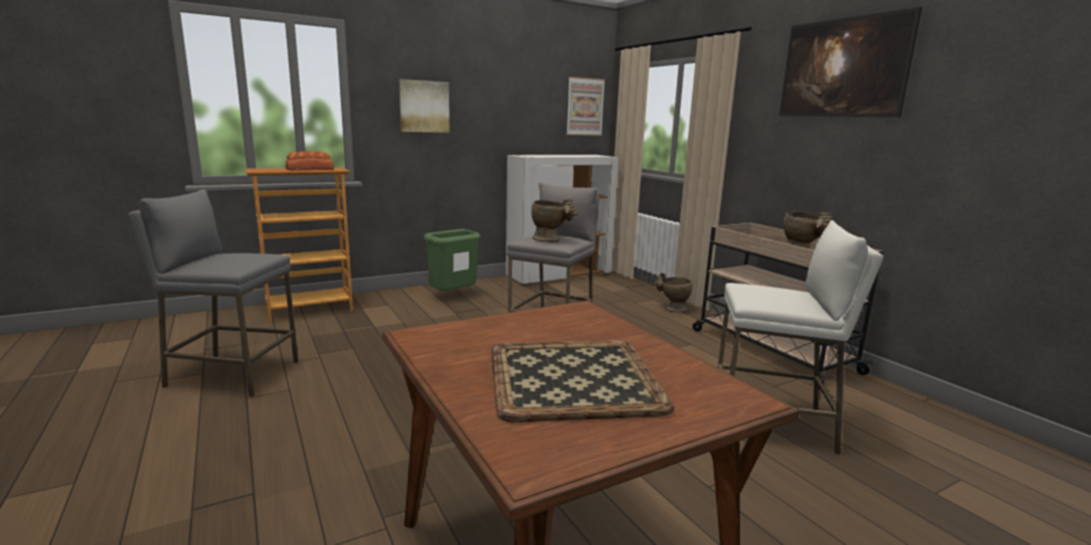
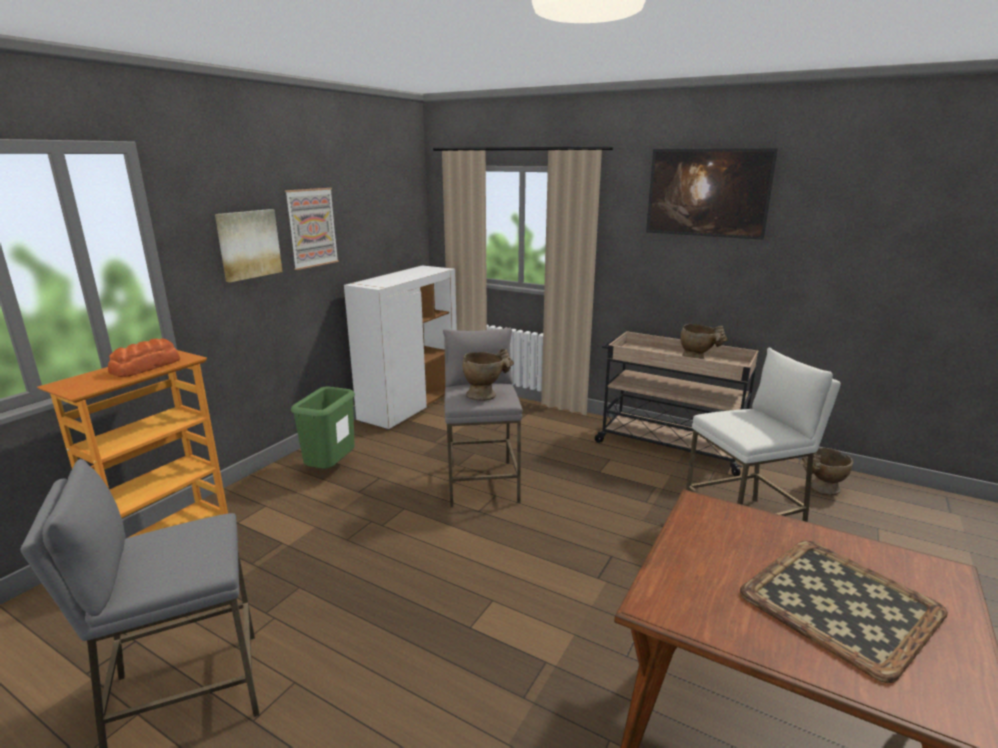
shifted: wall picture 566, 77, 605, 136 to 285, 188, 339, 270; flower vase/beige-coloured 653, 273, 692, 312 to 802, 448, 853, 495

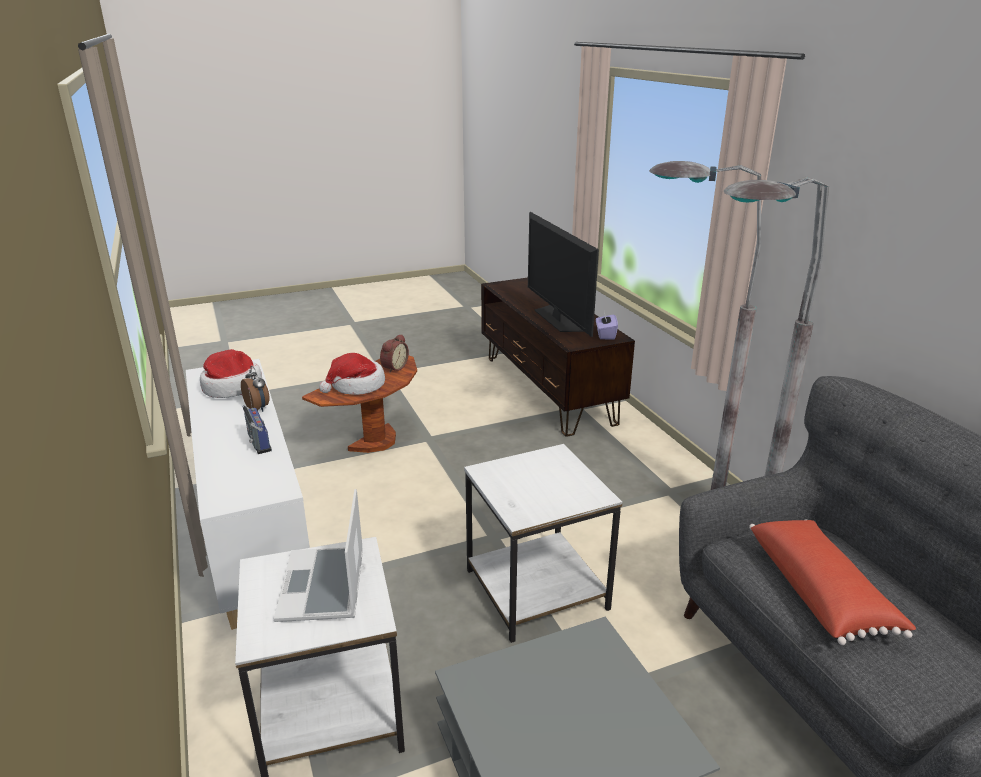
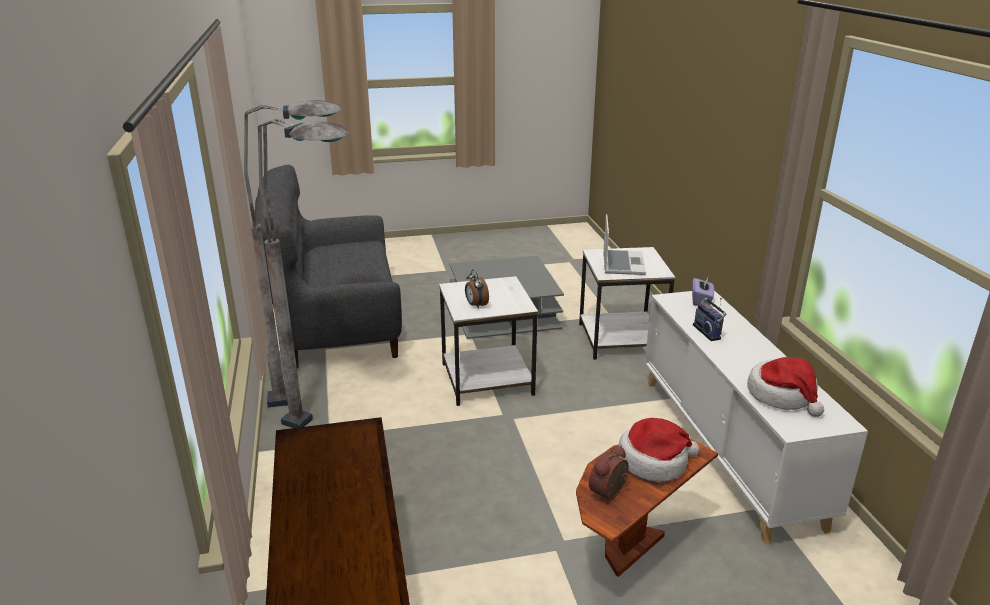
gone: TV 528, 212, 599, 337; throw pillow/red-coloured 749, 520, 916, 645
shifted: bedside clock 241, 366, 270, 412 to 465, 269, 489, 309; box of tissues/purplish 596, 312, 618, 340 to 692, 277, 714, 306

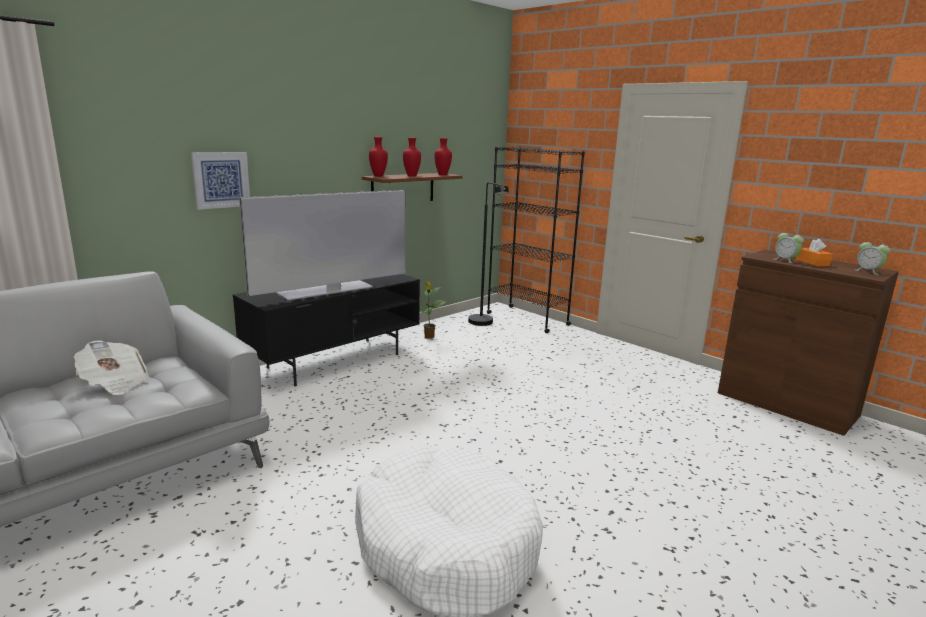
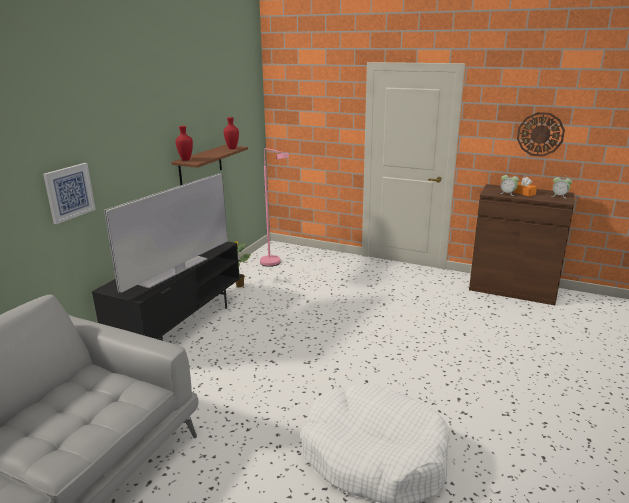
gone: newspaper 74, 340, 149, 395; flower vase/red-coloured 403, 138, 421, 177; shelving unit/black 487, 147, 585, 333
new: hanging clock 517, 112, 565, 156
repainted: standing lamp/black 468, 182, 509, 326 to standing lamp/pink-coloured 260, 148, 289, 267

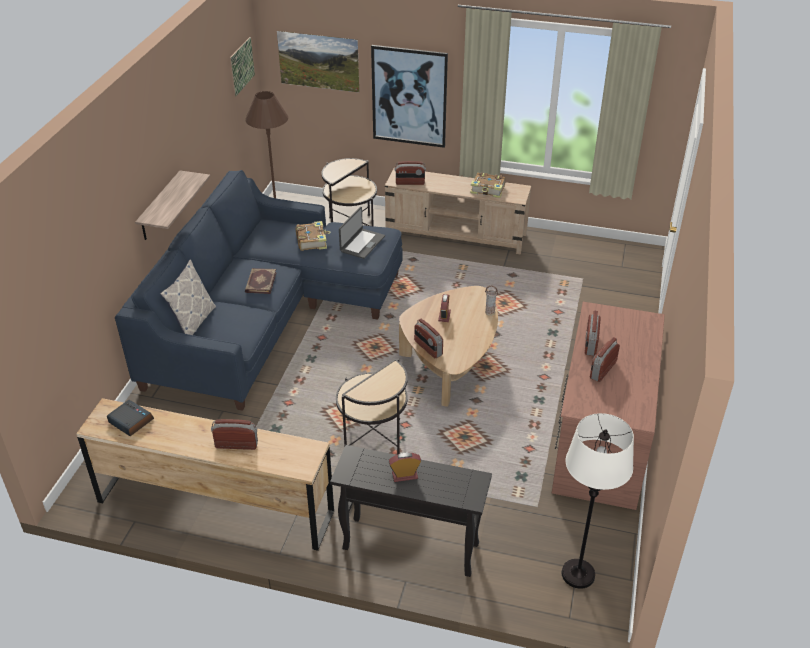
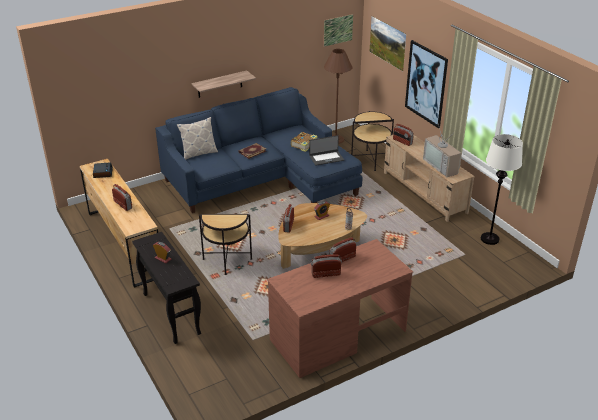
shifted: standing lamp/white-coloured 562, 413, 634, 589 to 481, 134, 523, 245
swapped: volume 470, 172, 506, 198 to TV 423, 124, 462, 177

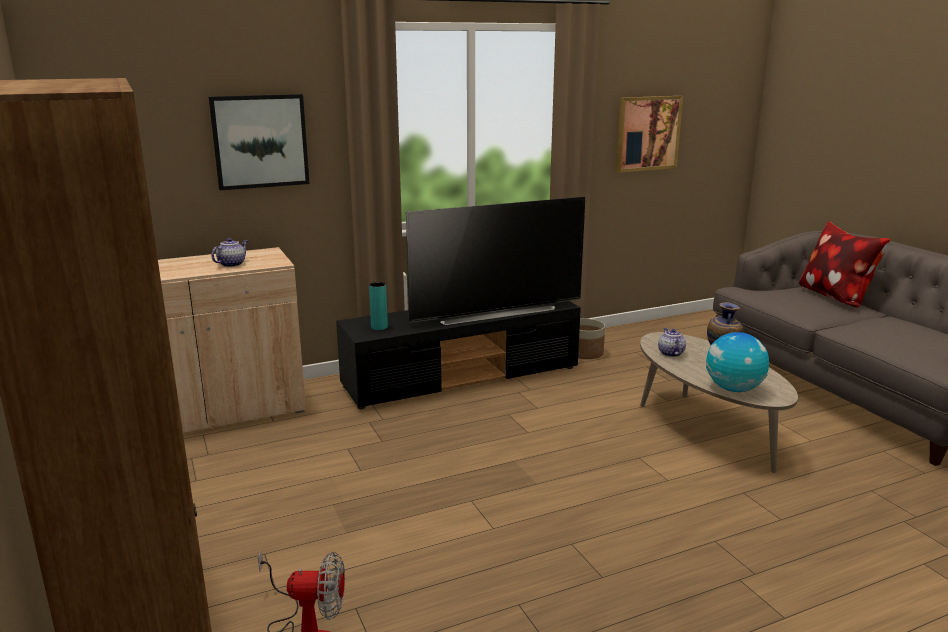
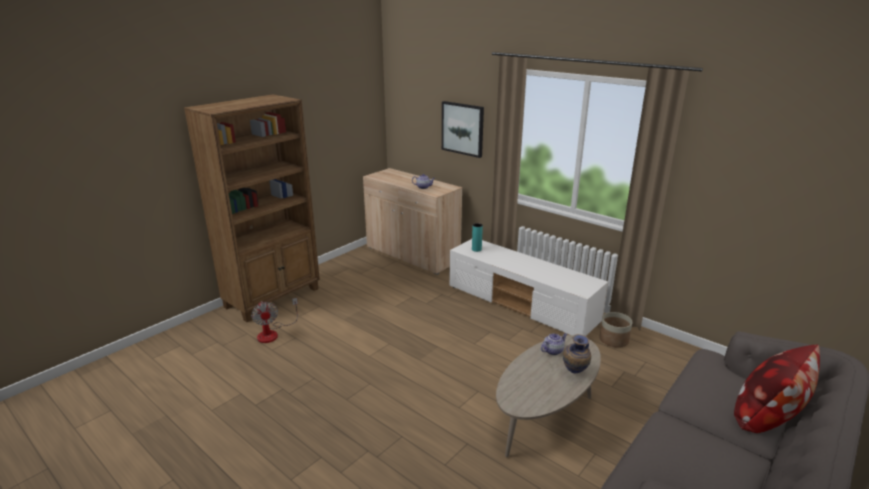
gone: TV 406, 197, 585, 325; wall picture 616, 96, 683, 173; desk globe 706, 332, 769, 392
repainted: tv stand/black 336, 301, 581, 409 to tv stand/white-coloured 449, 239, 608, 336

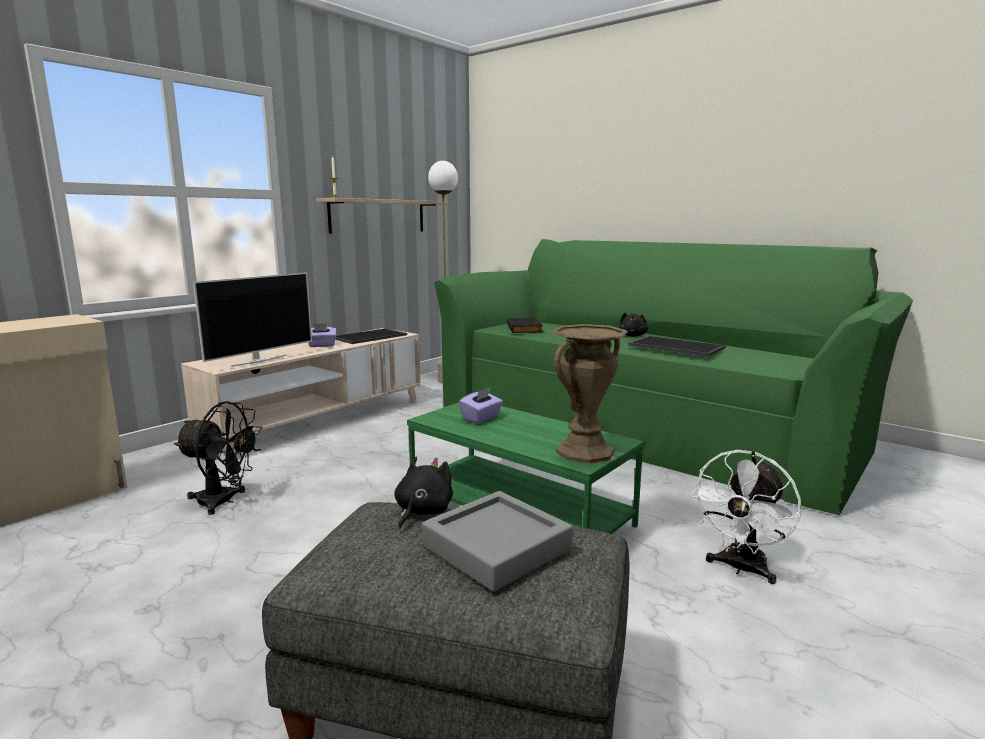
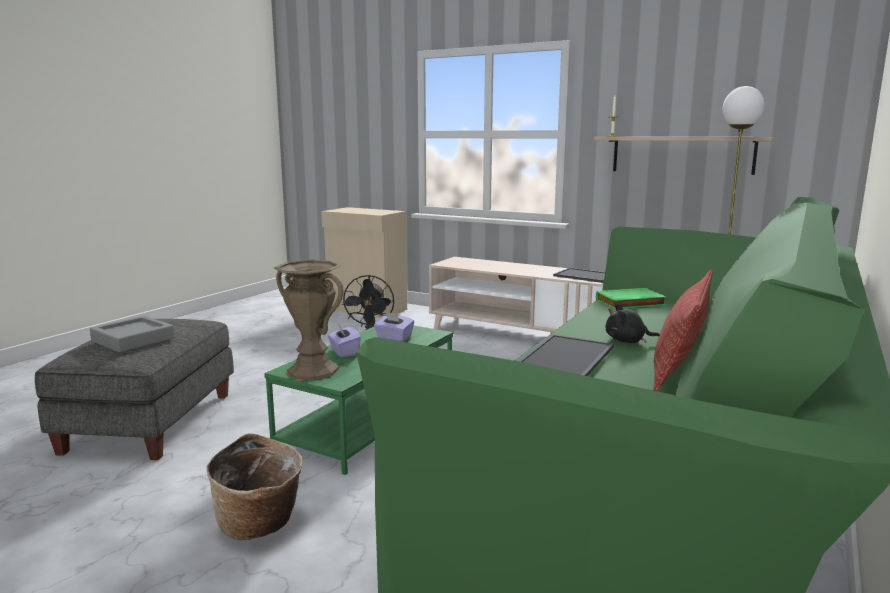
gone: TV 193, 272, 312, 367; soft toy/black 394, 457, 453, 529
new: throw pillow 653, 270, 713, 392
shifted: box of tissues/purplish 308, 323, 336, 347 to 328, 324, 361, 357
swapped: fan/white-coloured 690, 450, 801, 584 to storage basket 206, 434, 303, 540
repainted: volume/black 507, 318, 543, 333 to volume/green 596, 288, 666, 309

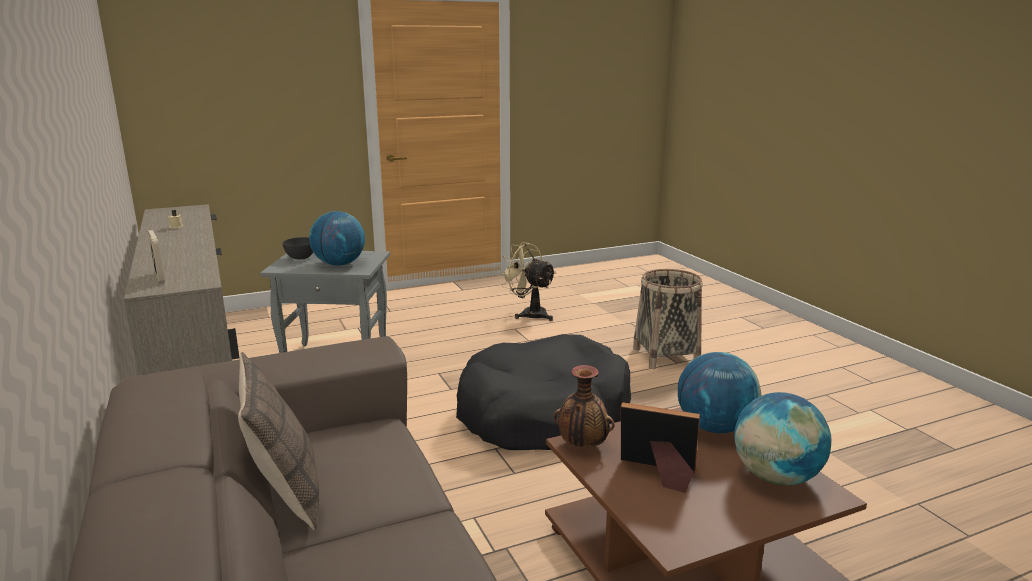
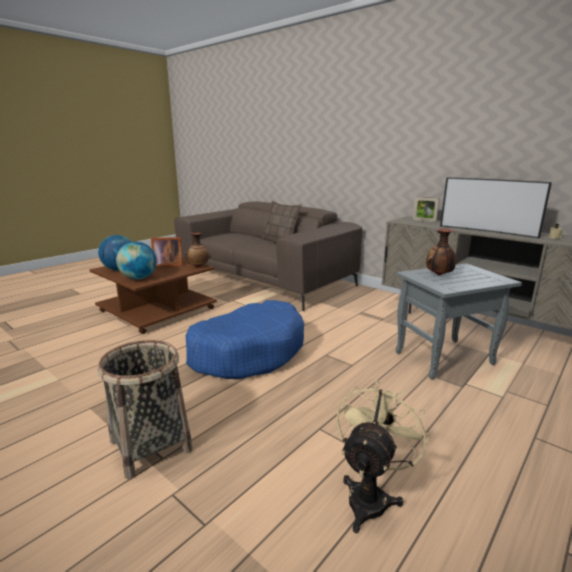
gone: serving bowl/greyish 282, 237, 313, 260
new: TV 440, 177, 552, 238
swapped: desk globe 309, 211, 365, 266 to flower vase 426, 228, 456, 275
repainted: dog cushion/black 456, 334, 631, 450 to dog cushion/bluish 185, 300, 304, 379
rotated: fan/beige-coloured 499, 242, 556, 321 = 336, 380, 429, 533 75 degrees counterclockwise

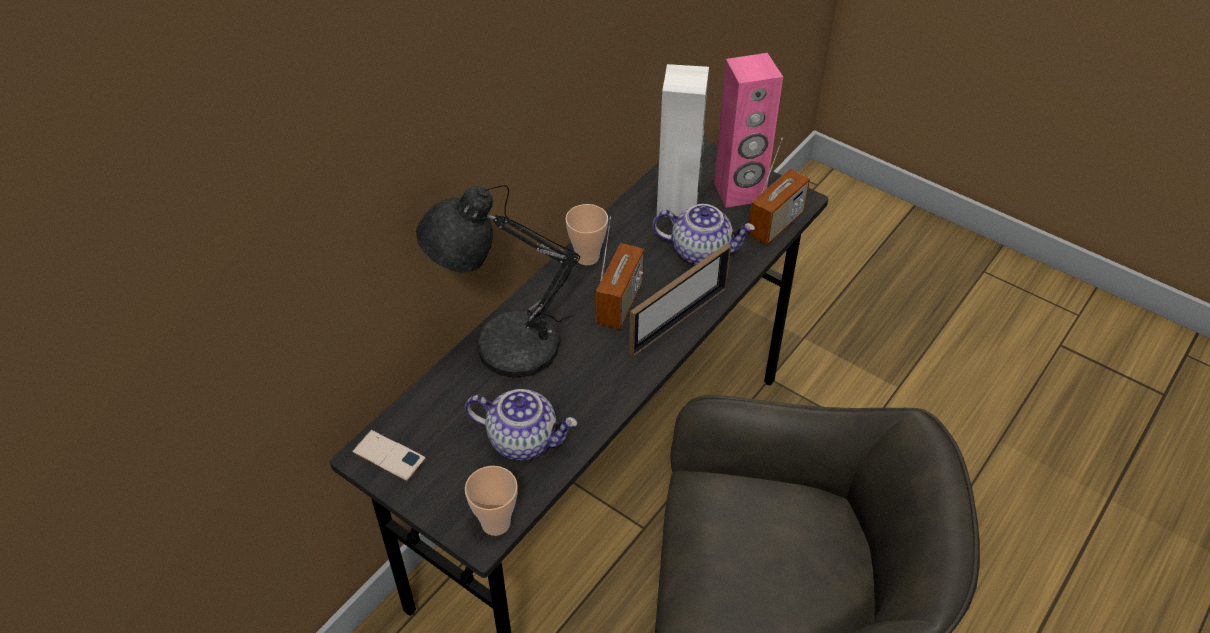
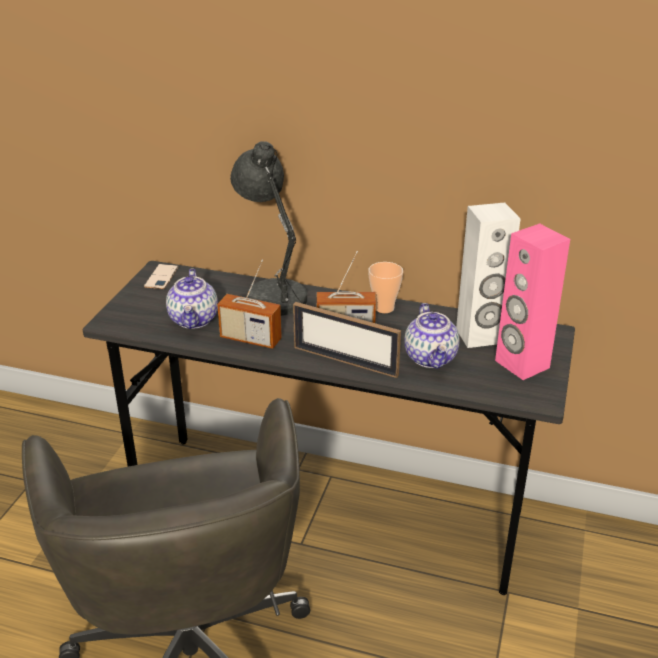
gone: small cup 465, 466, 518, 536
shifted: radio set 747, 137, 810, 245 to 217, 260, 282, 349

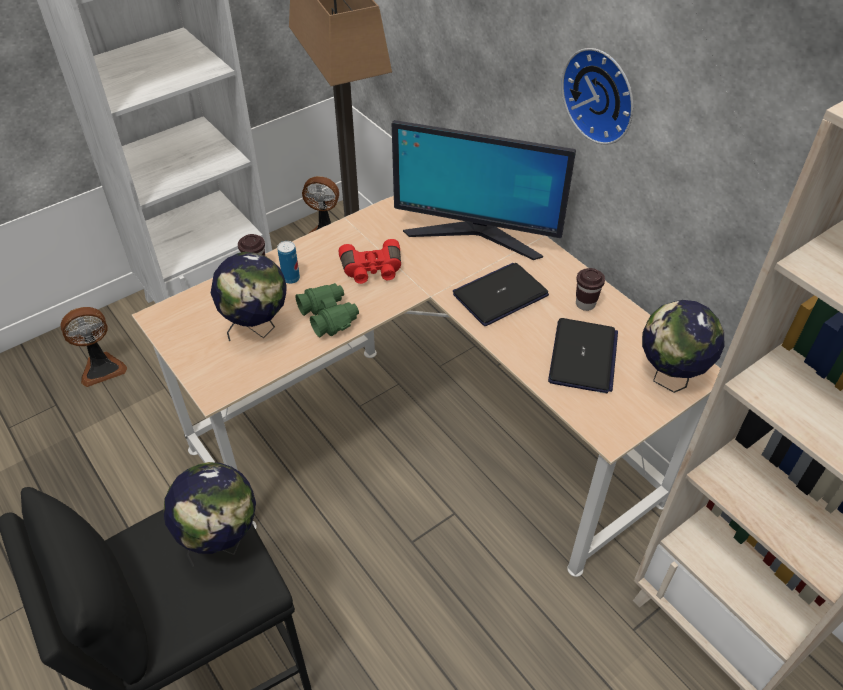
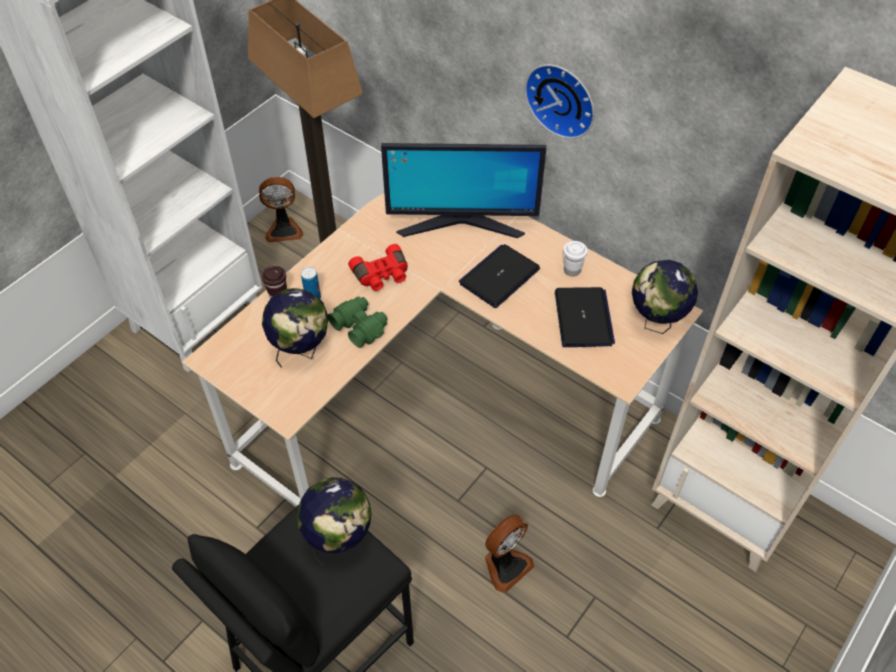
shifted: fan 60, 307, 127, 387 to 485, 515, 534, 593
repainted: small cup/brown-coloured 576, 268, 605, 311 to small cup/white-coloured 563, 241, 588, 277

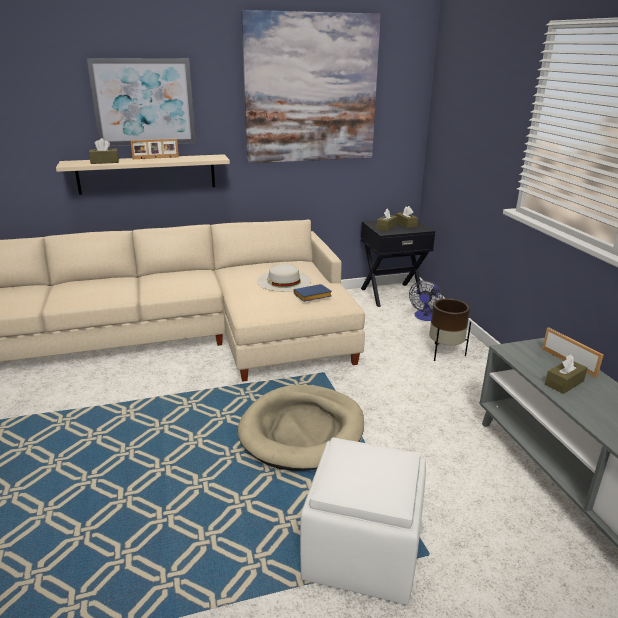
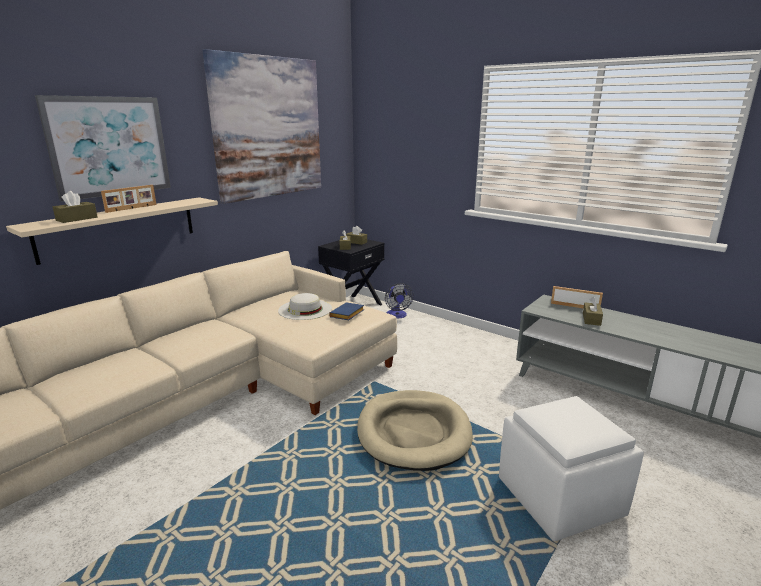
gone: planter/brown-coloured 429, 298, 471, 361

